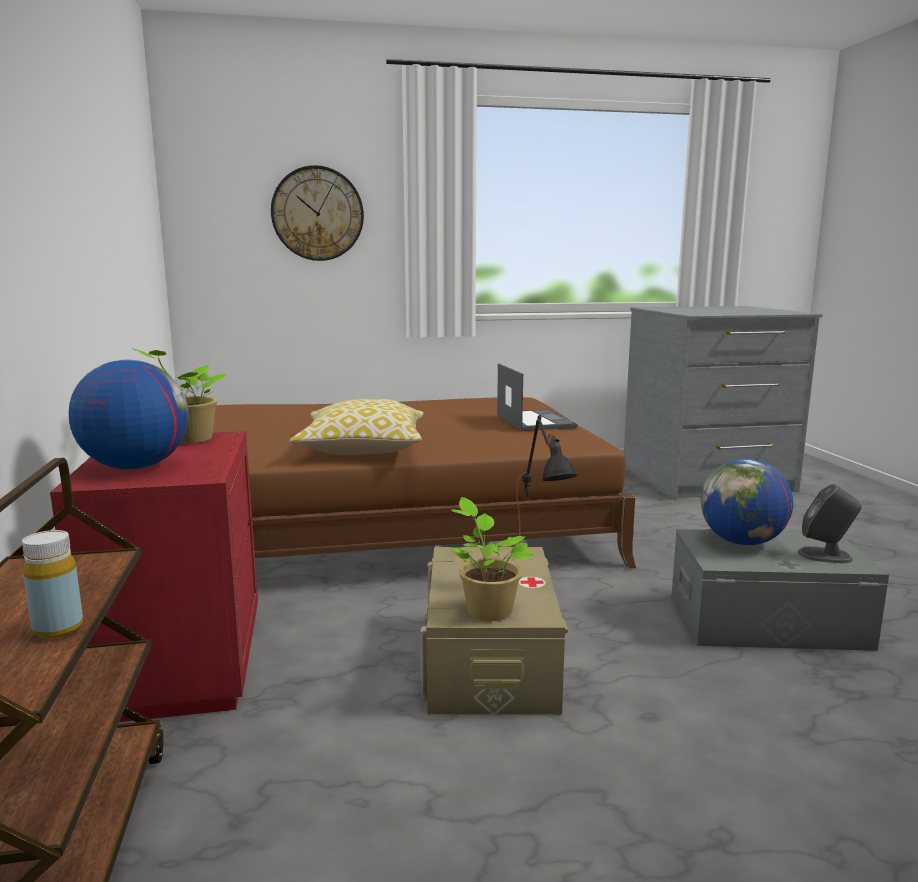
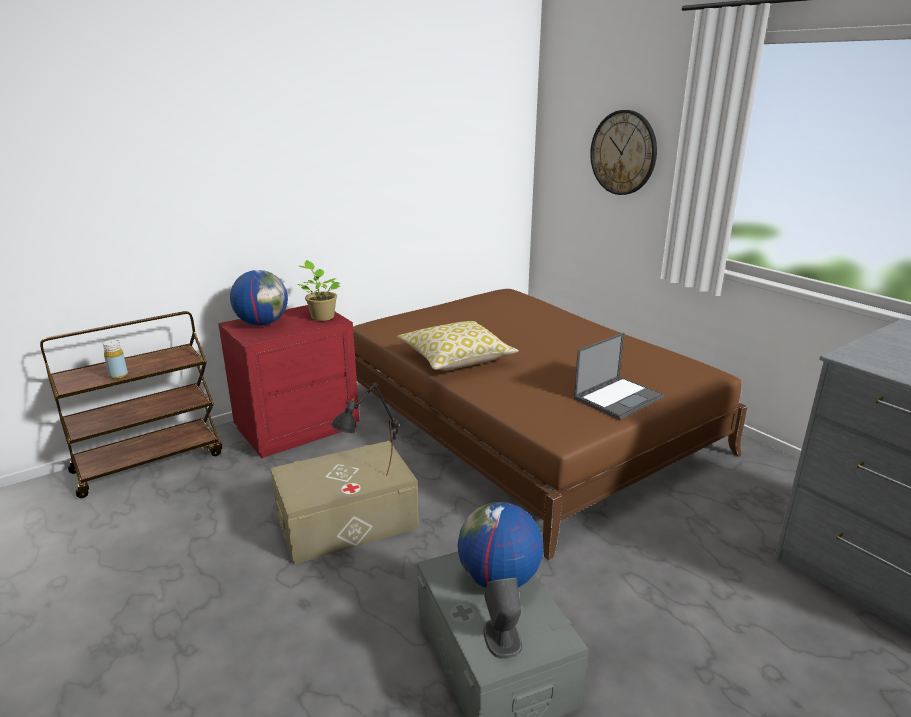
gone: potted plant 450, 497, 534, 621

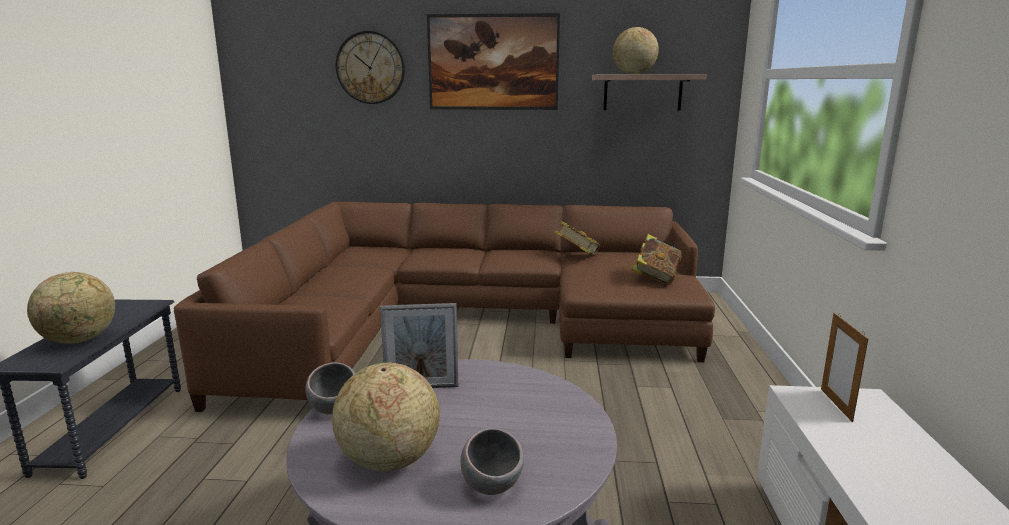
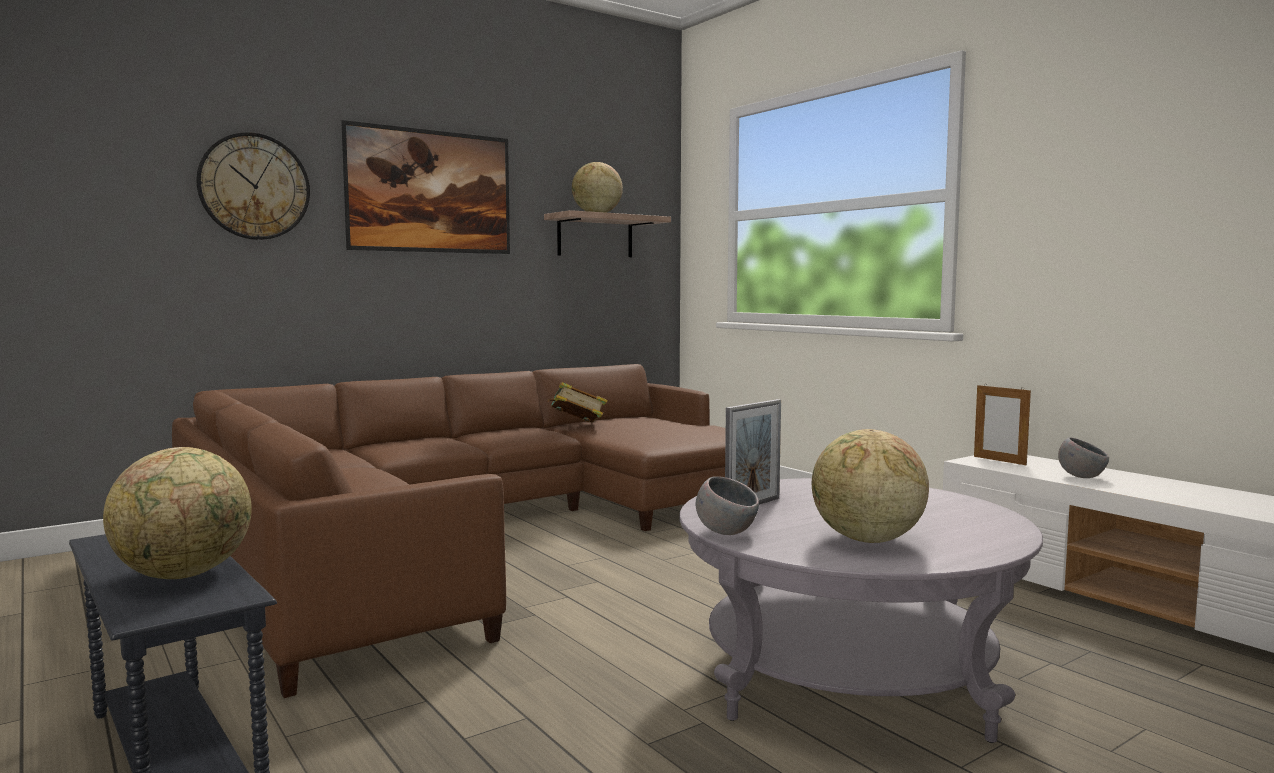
gone: volume 632, 234, 682, 285
shifted: serving bowl/greyish 460, 428, 524, 495 to 1058, 437, 1109, 478

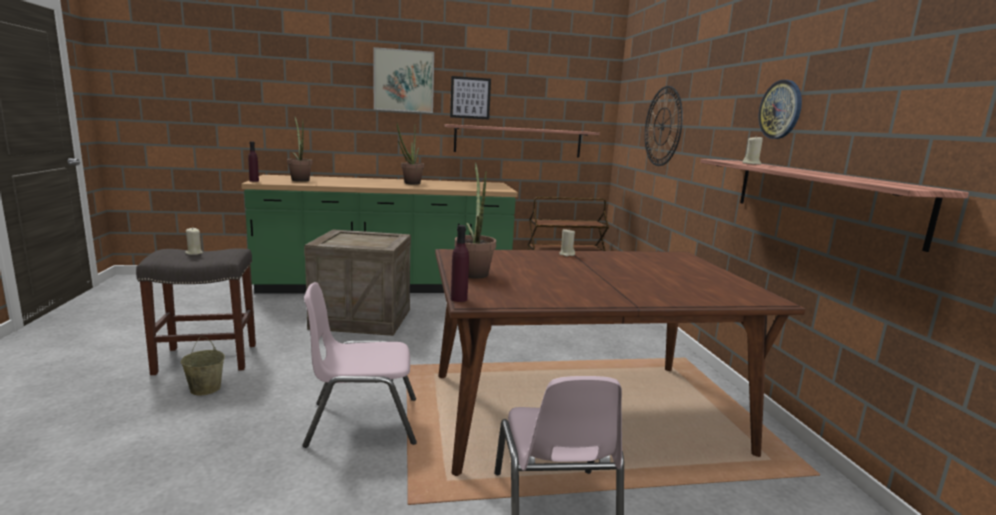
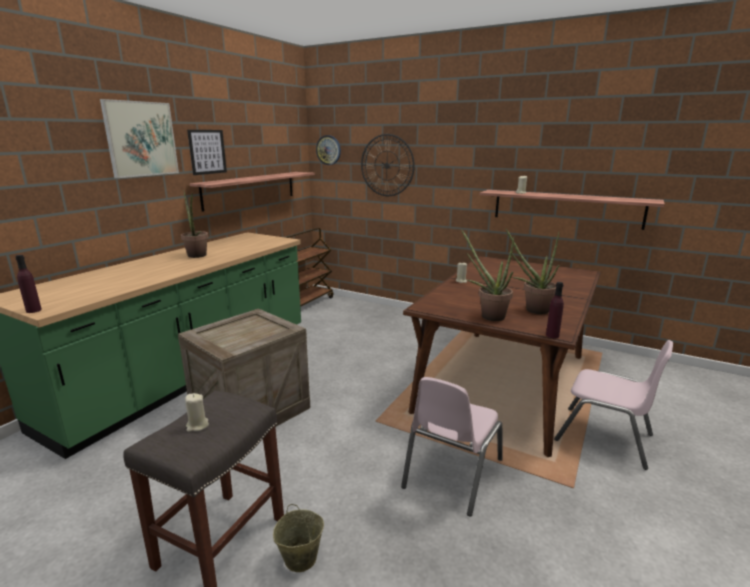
shifted: potted plant 287, 117, 313, 182 to 505, 228, 560, 314; hanging clock 759, 80, 802, 139 to 316, 135, 341, 165

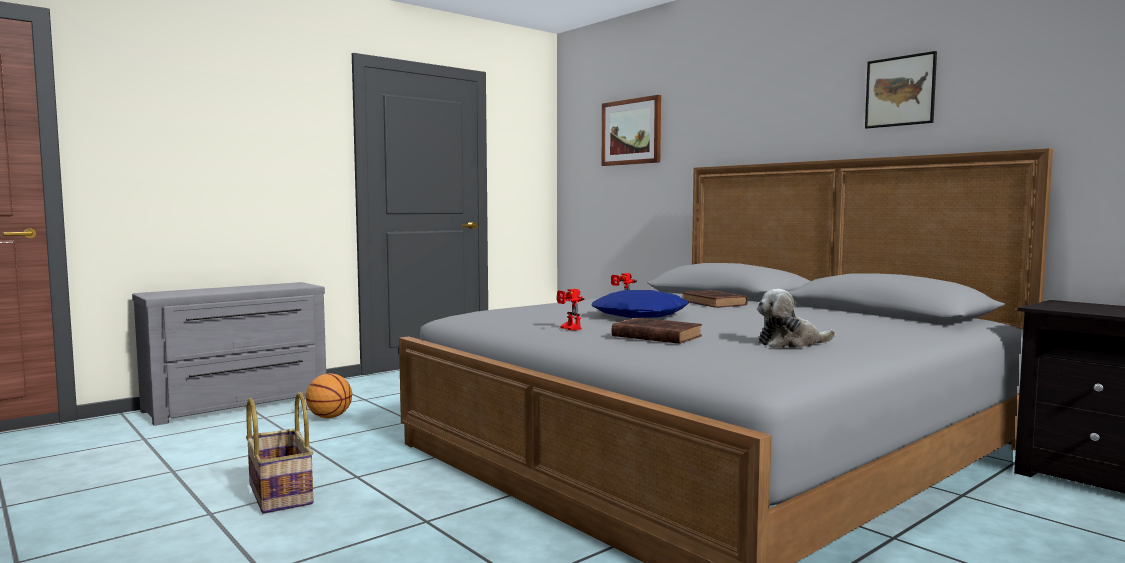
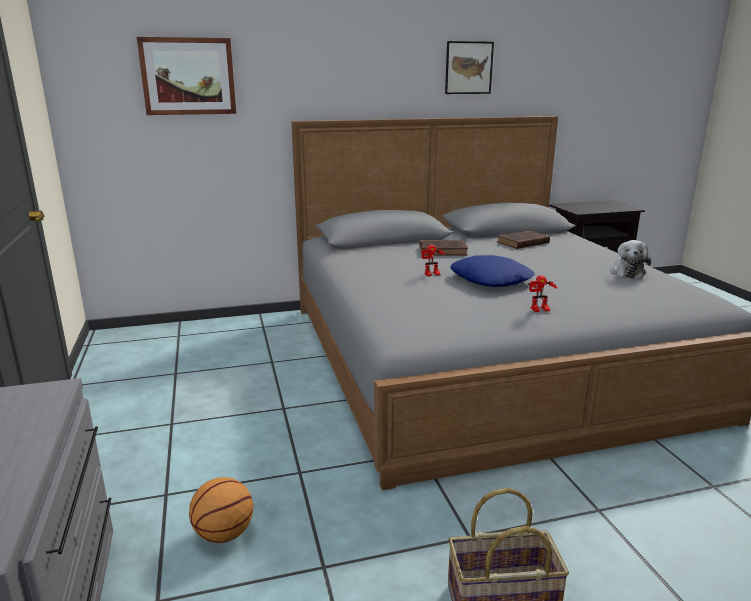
shifted: volume/brown-coloured 612, 318, 702, 344 to 497, 230, 550, 249

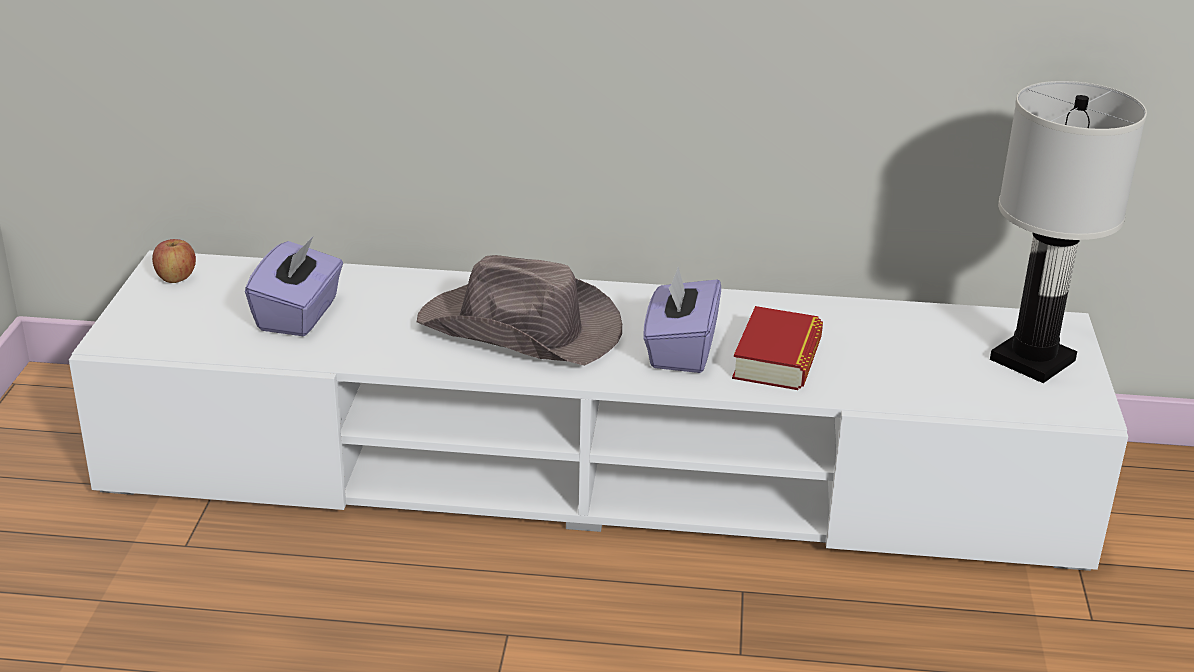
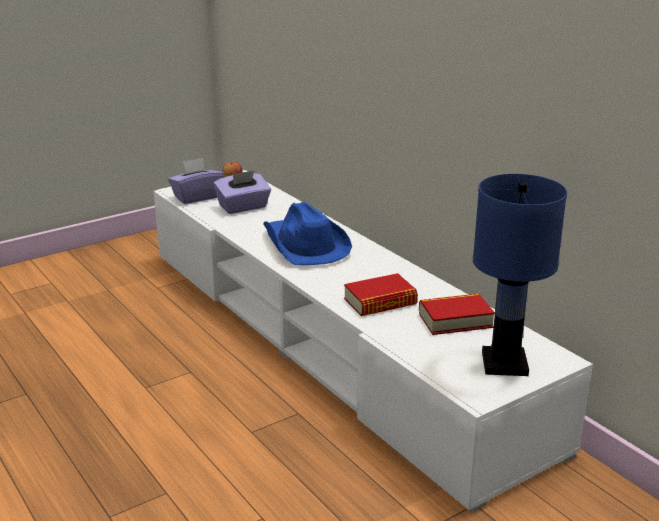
new: volume 419, 294, 495, 335
shifted: box of tissues/purplish 643, 267, 721, 373 to 168, 158, 224, 204
repainted: wearable hat/brown-coloured 417, 255, 622, 366 to wearable hat/bluish 263, 202, 352, 265; lamp for a table/white-coloured 990, 81, 1147, 383 to lamp for a table/bluish 473, 174, 567, 376

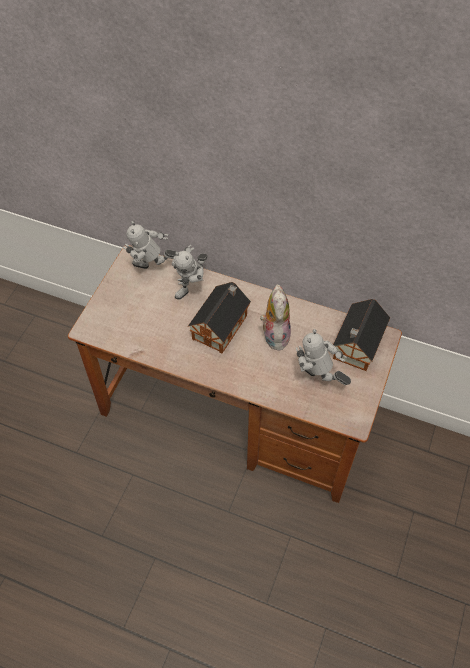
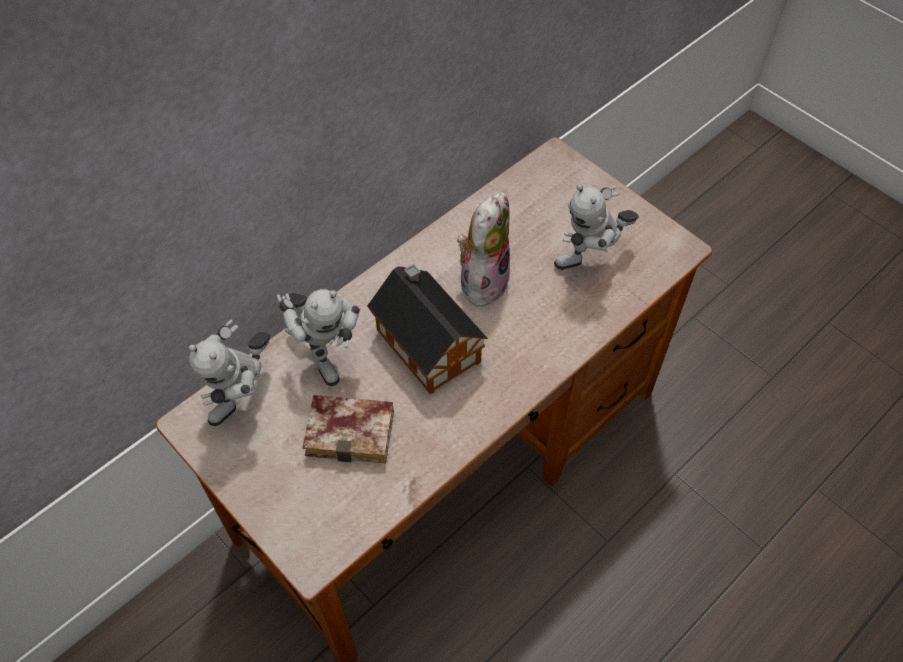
gone: toy house 333, 299, 390, 371
new: volume 303, 395, 394, 463
rotated: soft toy 260, 284, 291, 351 = 457, 192, 510, 311 90 degrees clockwise

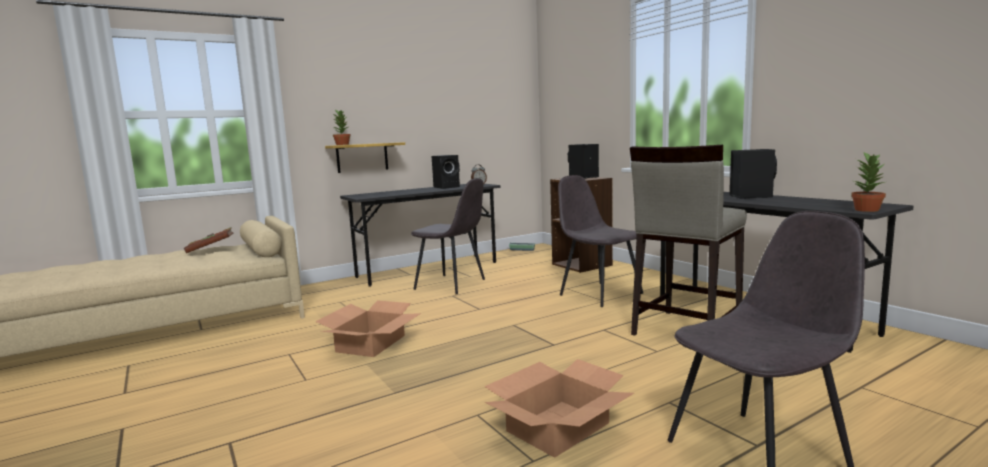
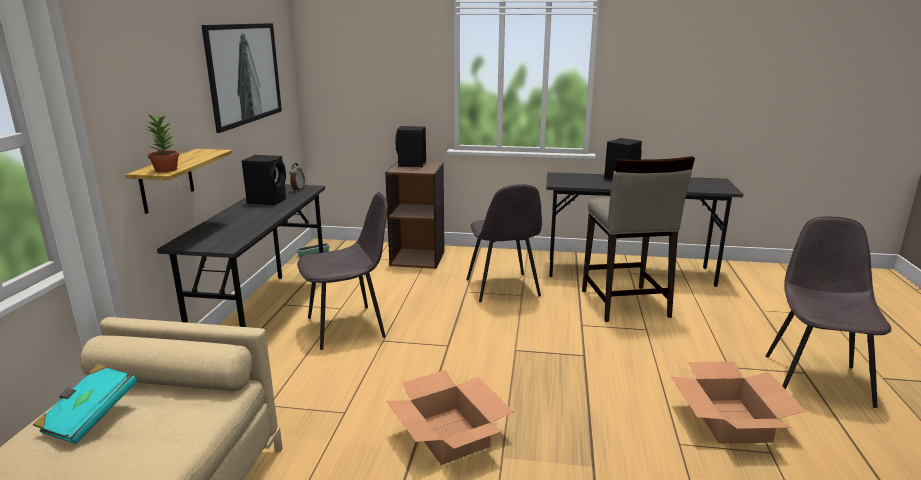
gone: potted plant 851, 152, 886, 212
new: wall picture 201, 23, 282, 133
repainted: volume/brown-coloured 184, 227, 234, 253 to volume/turquoise-coloured 33, 364, 138, 444
rotated: chair/greyish 558, 175, 643, 307 = 466, 184, 542, 302 105 degrees counterclockwise

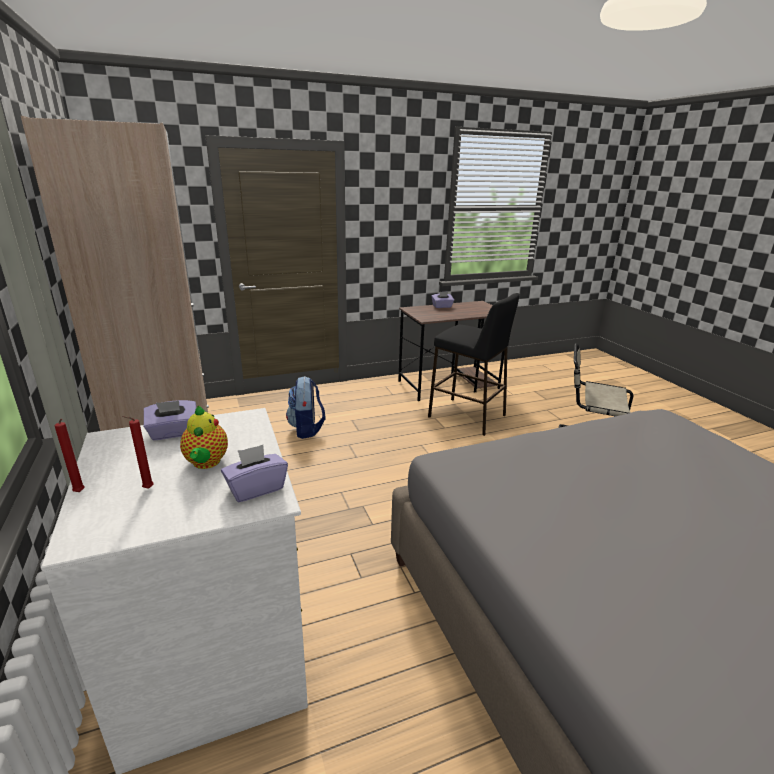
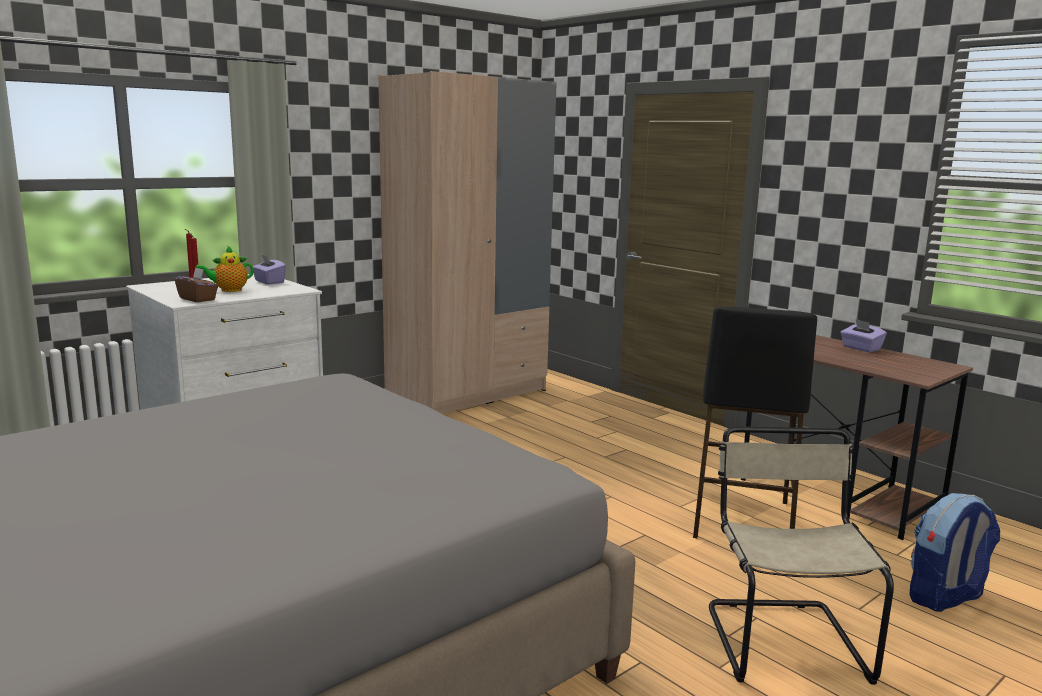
shifted: backpack 286, 376, 326, 439 to 909, 493, 1000, 612
repainted: box of tissues/purplish 221, 445, 288, 502 to box of tissues/brown-coloured 175, 267, 218, 302

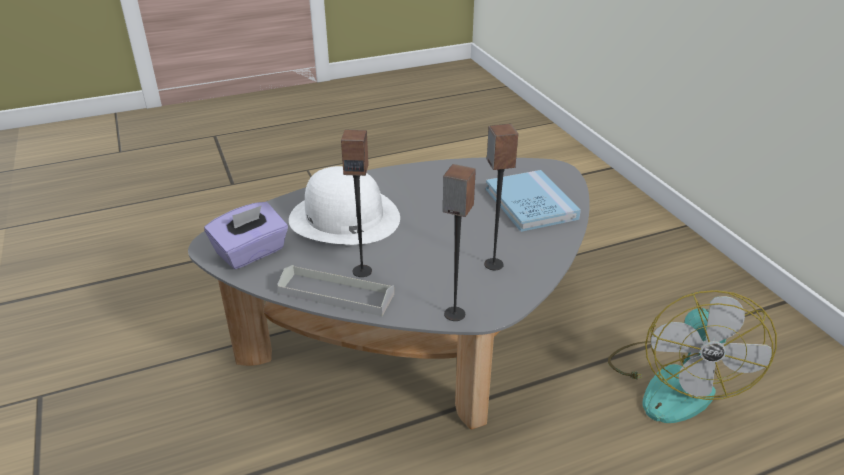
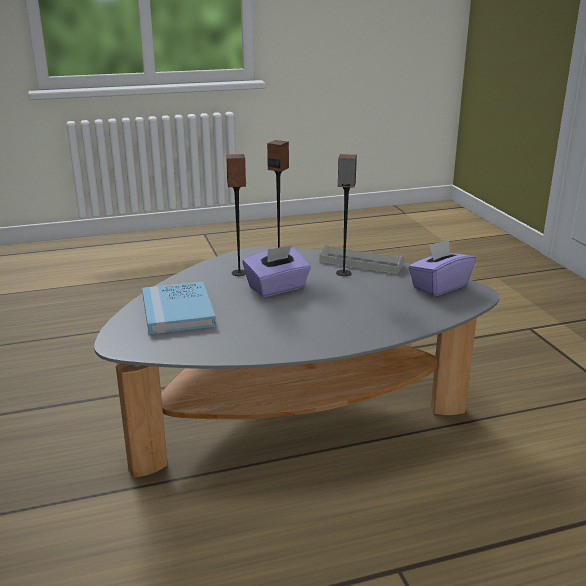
gone: wearable hat/white-coloured 289, 166, 400, 245; fan 608, 290, 777, 423
new: box of tissues/purplish 243, 245, 311, 297

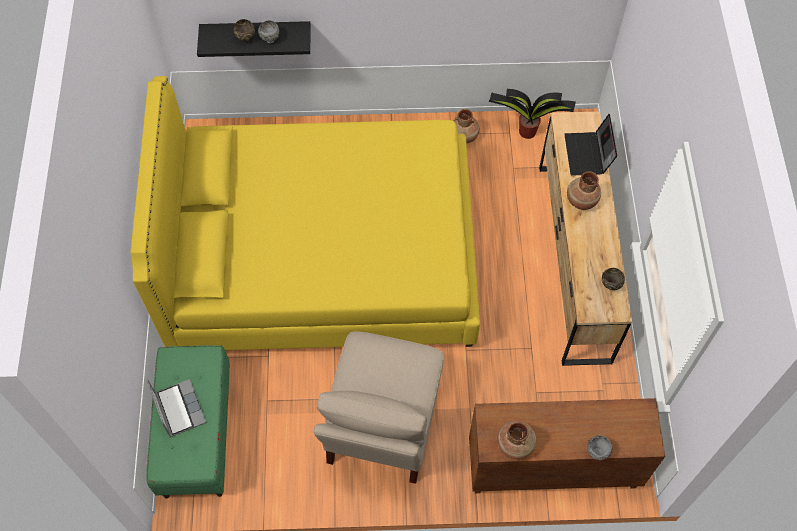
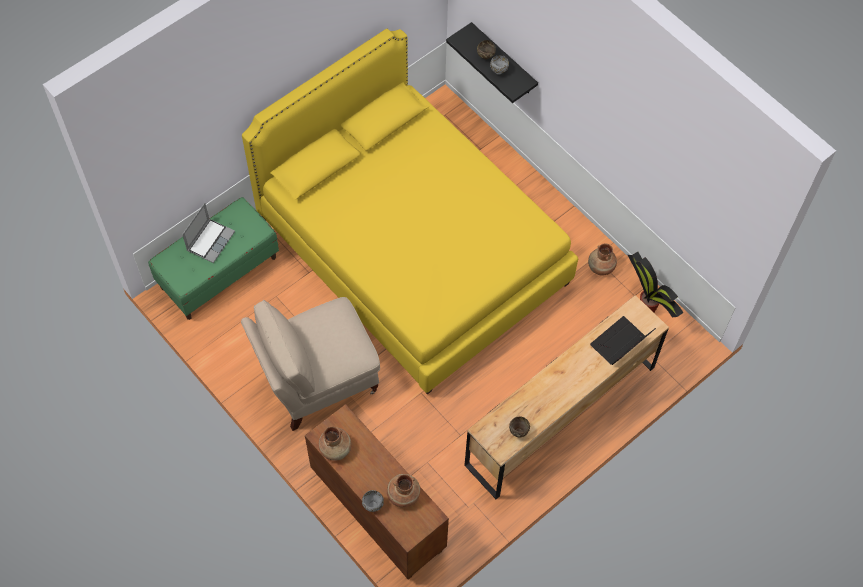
shifted: flower vase/brown-coloured 567, 171, 601, 210 to 387, 474, 421, 507

